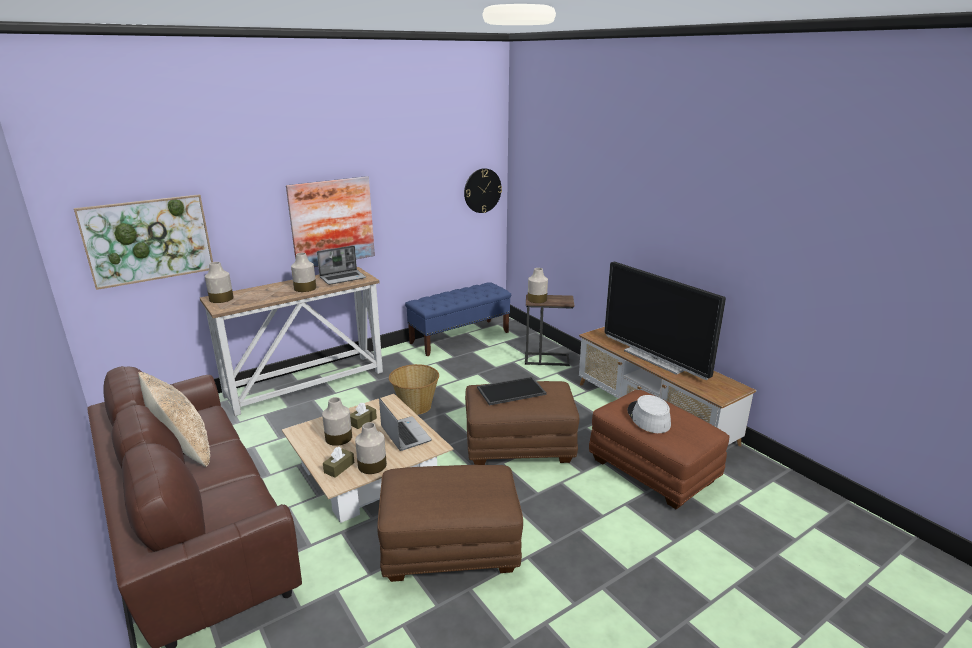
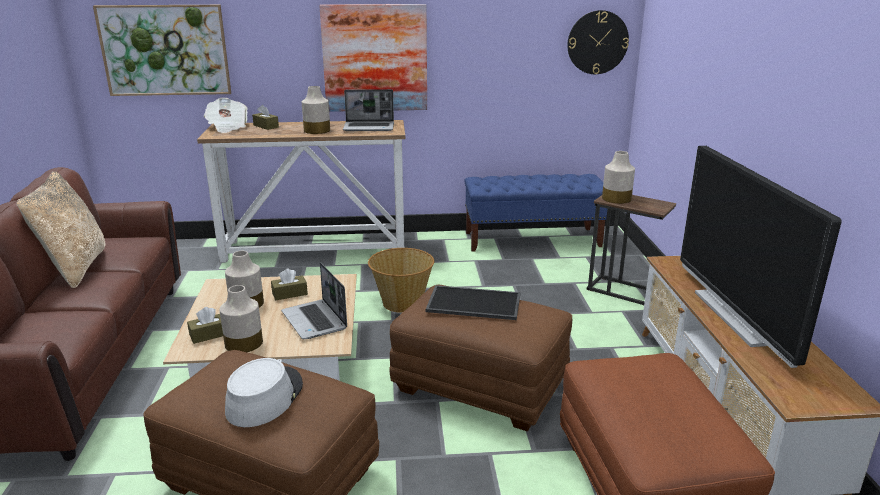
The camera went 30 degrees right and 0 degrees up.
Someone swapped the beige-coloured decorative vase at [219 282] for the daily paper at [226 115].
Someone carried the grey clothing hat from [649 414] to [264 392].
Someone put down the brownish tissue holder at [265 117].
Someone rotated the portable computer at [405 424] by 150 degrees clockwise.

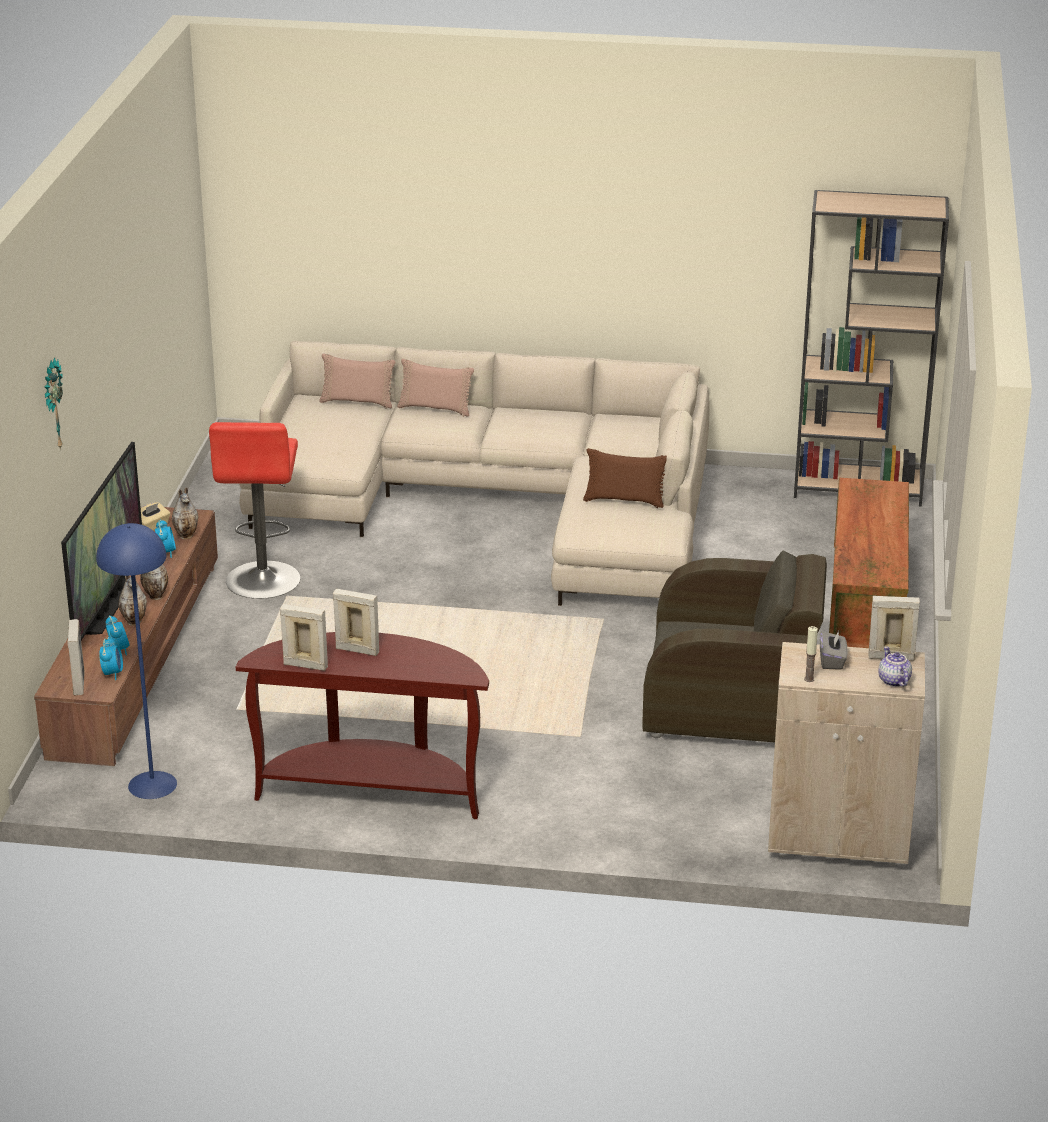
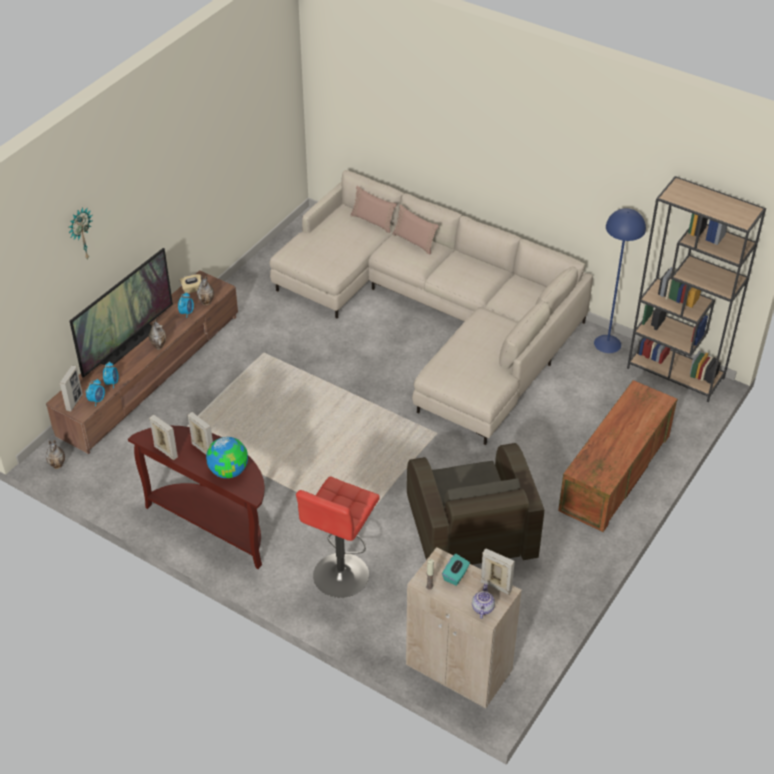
The camera went 25 degrees right and 15 degrees up.
Someone carried the decorative vase from [133 601] to [55 454].
Someone put down the world globe at [227 457].
Someone carried the red-coloured stool seat from [254 510] to [338 537].
Someone rotated the brownish lounge chair at [734 646] by 45 degrees clockwise.
Someone repainted the grey tissue holder at [833 650], which became the blue-green tissue holder at [456 570].
Someone carried the blue floor lamp from [136 661] to [620 280].
Someone took away the brownish cushion at [625 478].

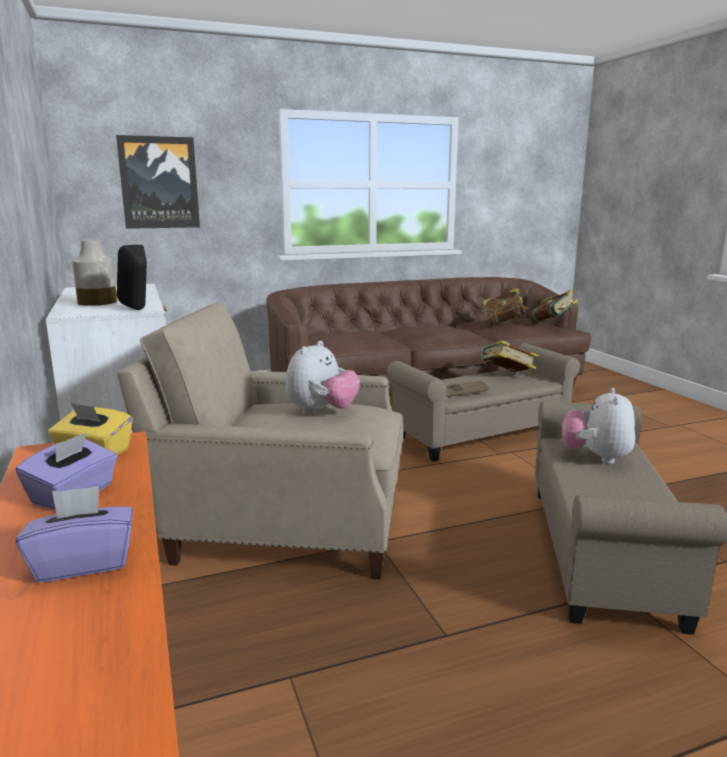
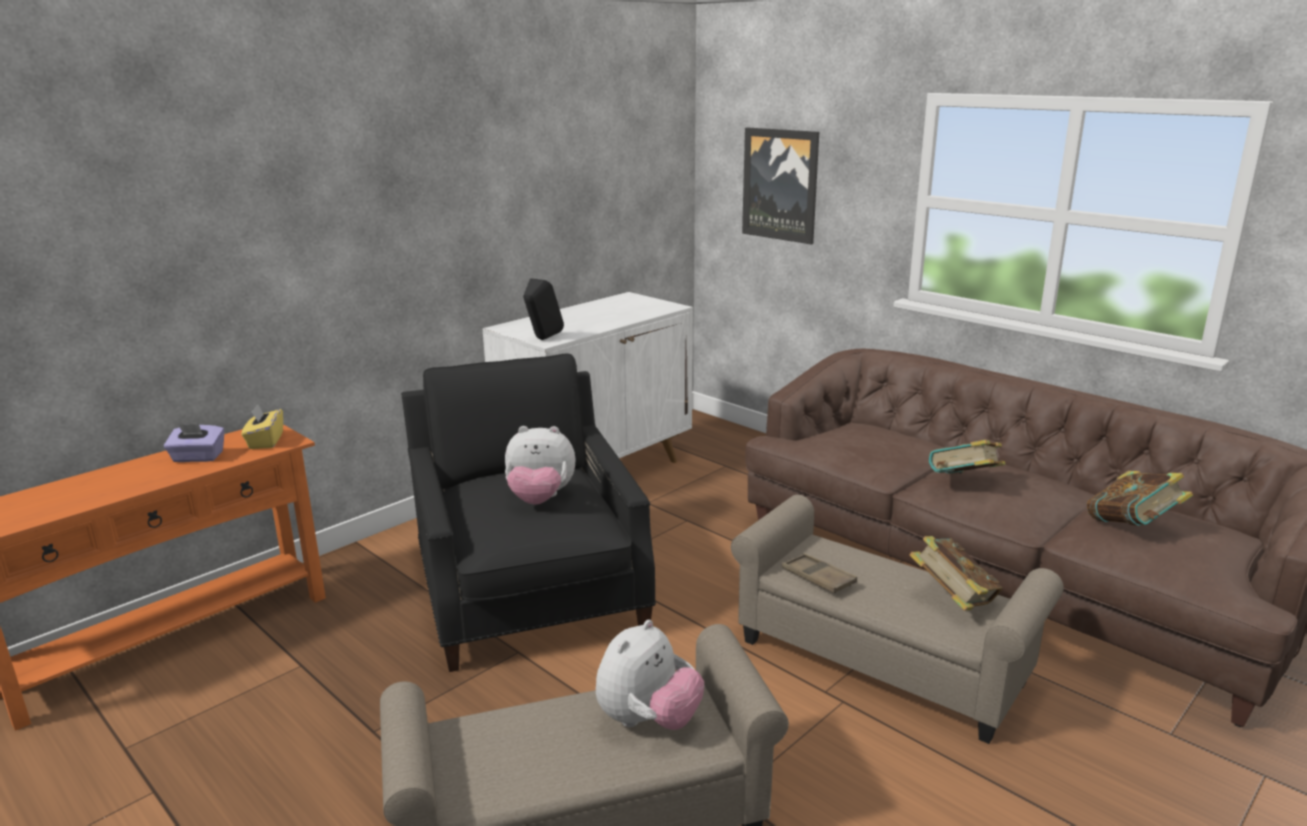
The camera went 65 degrees right and 5 degrees up.
Someone repainted the beige-coloured lounge chair at [260 441], which became the blackish lounge chair at [528 512].
Someone rotated the cuddly toy at [598 426] by 135 degrees clockwise.
Someone carried the bound book from [553 306] to [967 457].
Someone took away the purple-coloured tissue holder at [74 534].
Someone took away the beige-coloured decorative vase at [94 273].

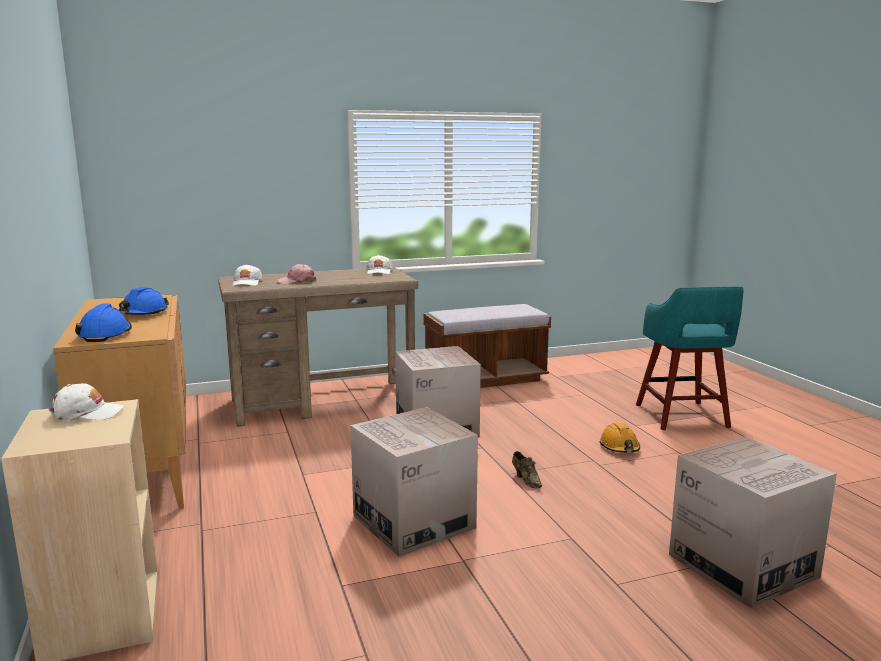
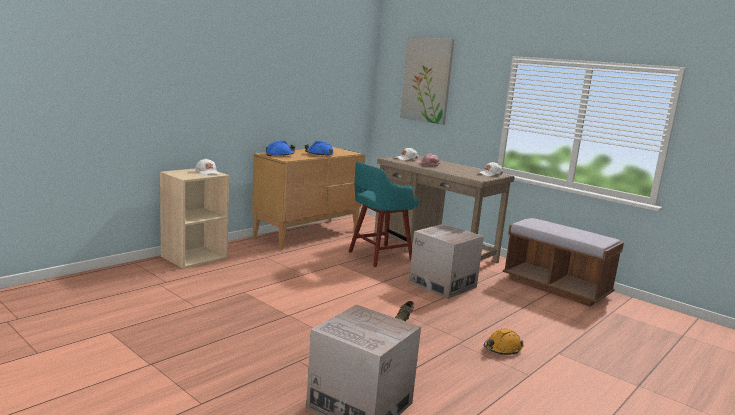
The camera went 60 degrees right and 0 degrees up.
Someone carried the blue-green stool seat from [690 358] to [383 214].
Someone put up the picture at [427 81].
Someone took away the carton at [414 482].

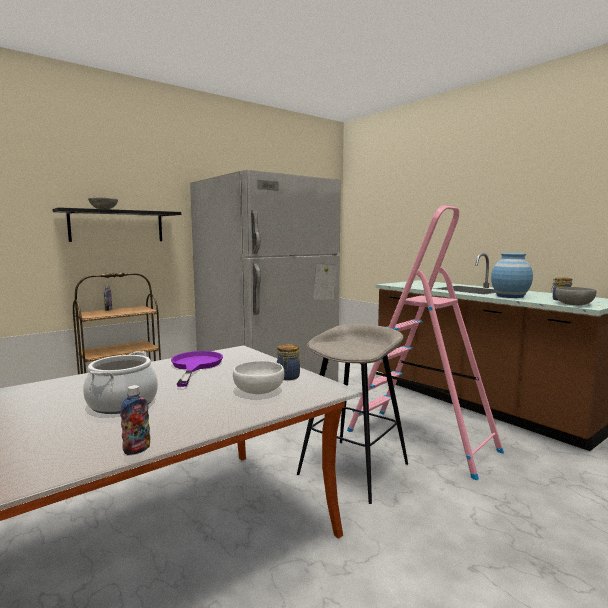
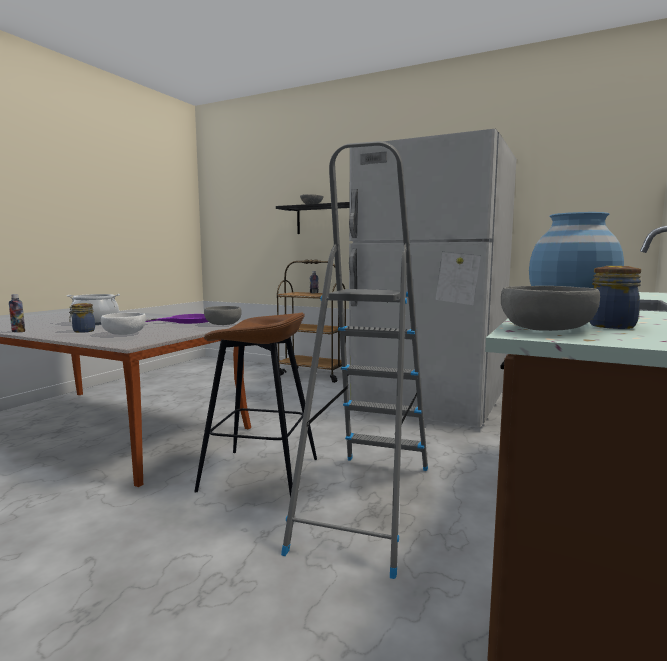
The camera went 65 degrees right and 0 degrees up.
Someone carried the storage jar from [288 362] to [82 318].
Someone repainted the grey stool seat at [352 414], which became the brownish stool seat at [255 404].
Someone put down the grey serving bowl at [223 315].
Someone repainted the pinkish stepladder at [425 343], which became the grey stepladder at [354 360].

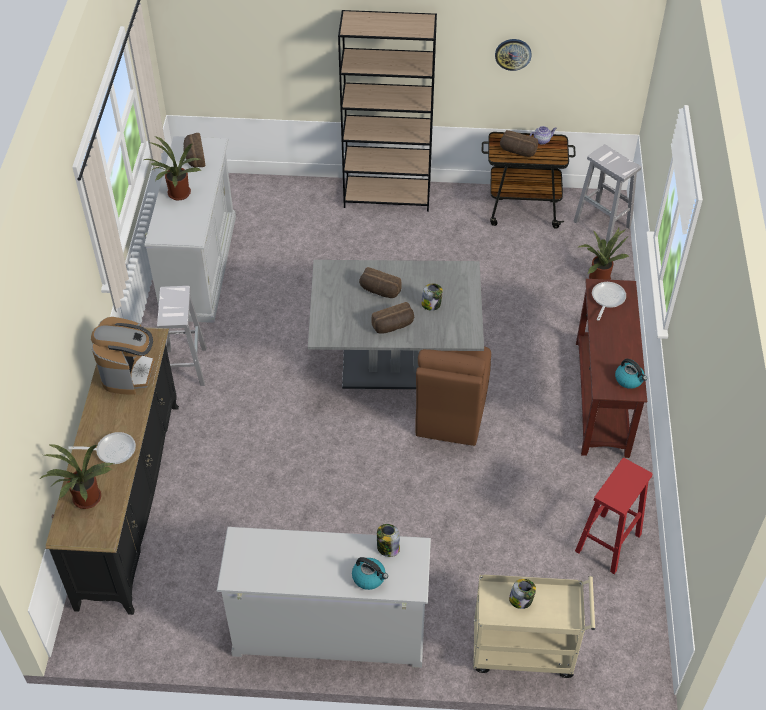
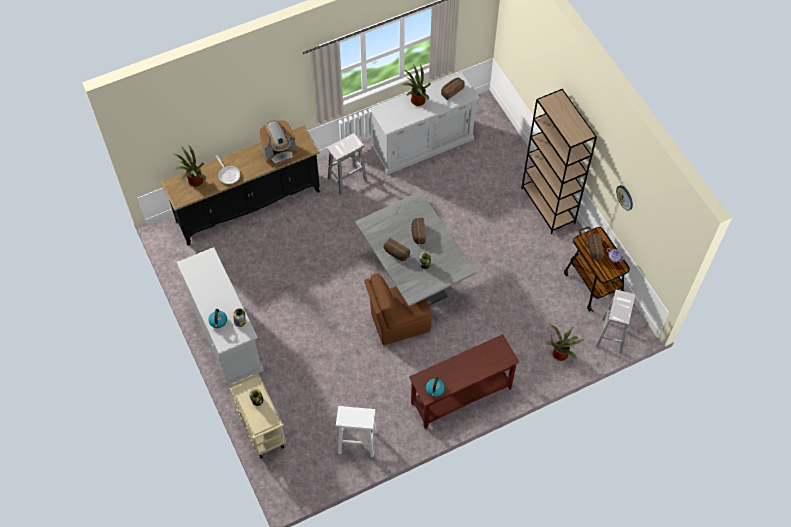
The camera went 60 degrees right and 10 degrees up.
Someone repainted the red-coloured stool seat at [614 516], which became the white-coloured stool seat at [356 431].
Someone took away the pan at [609 301].

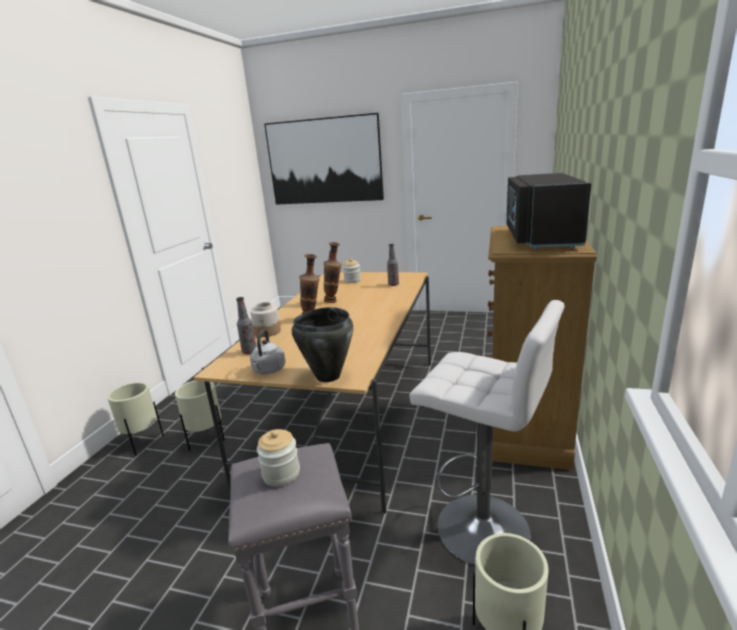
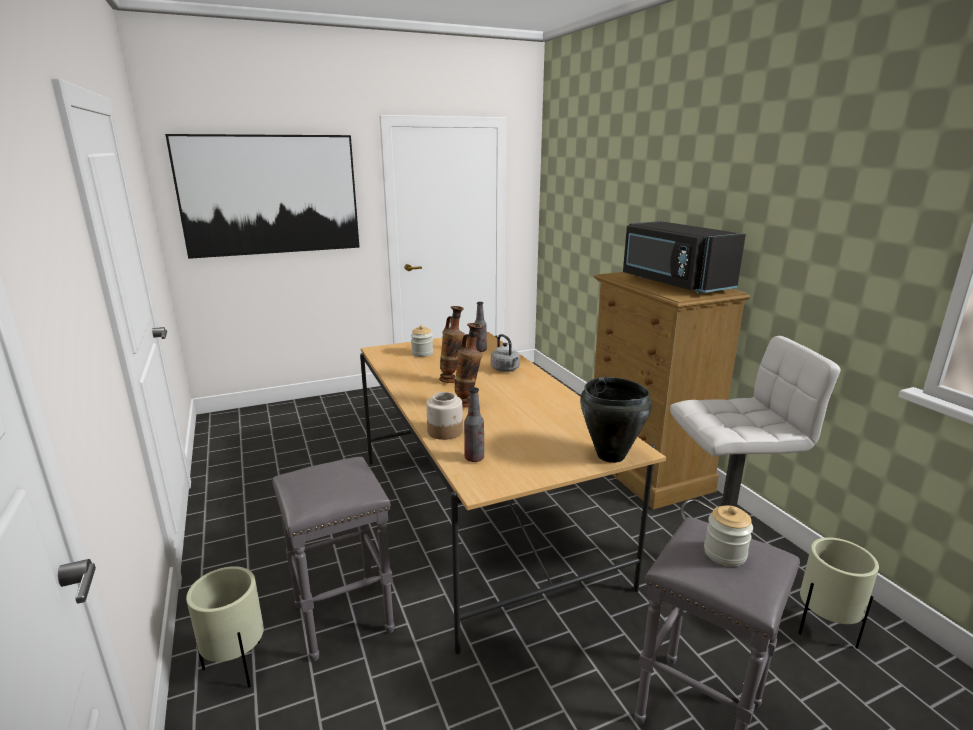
The camera went 40 degrees left and 0 degrees up.
Someone swapped the beige-coloured plant pot at [200 416] for the grey stool seat at [333 559].
Someone carried the grey water kettle from [268 351] to [505 353].

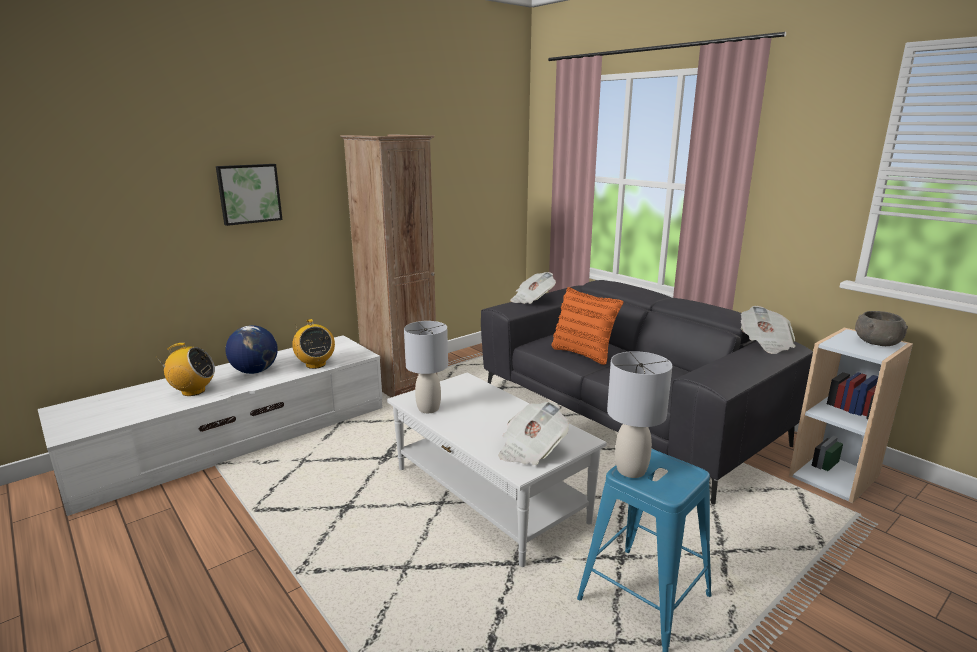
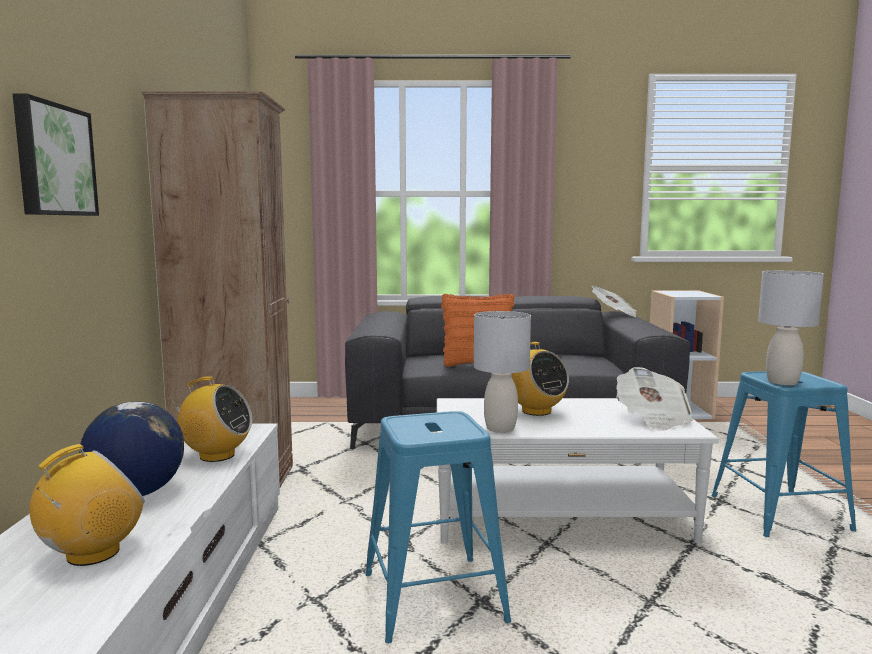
The camera went 50 degrees left and 10 degrees down.
Someone put down the blue stool seat at [438 527].
Someone put down the radio set at [540 379].
Someone took away the daily paper at [533 288].
Someone took away the grey serving bowl at [881 328].

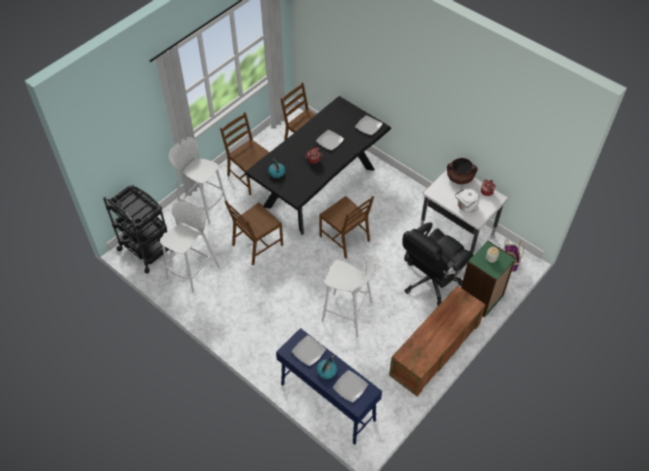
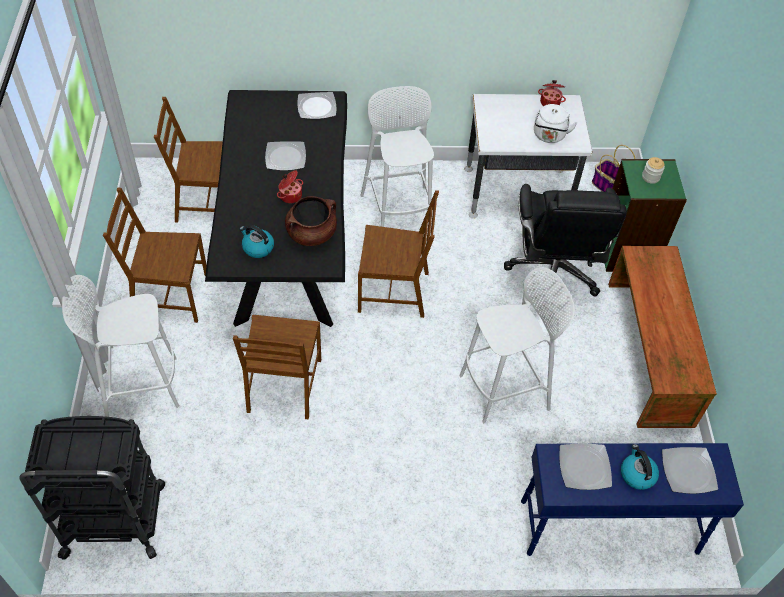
The camera went 45 degrees left and 0 degrees up.
Someone carried the brownish cooking pot from [462 171] to [311 221].
Someone carried the white-coloured stool seat from [190 247] to [397 159].

